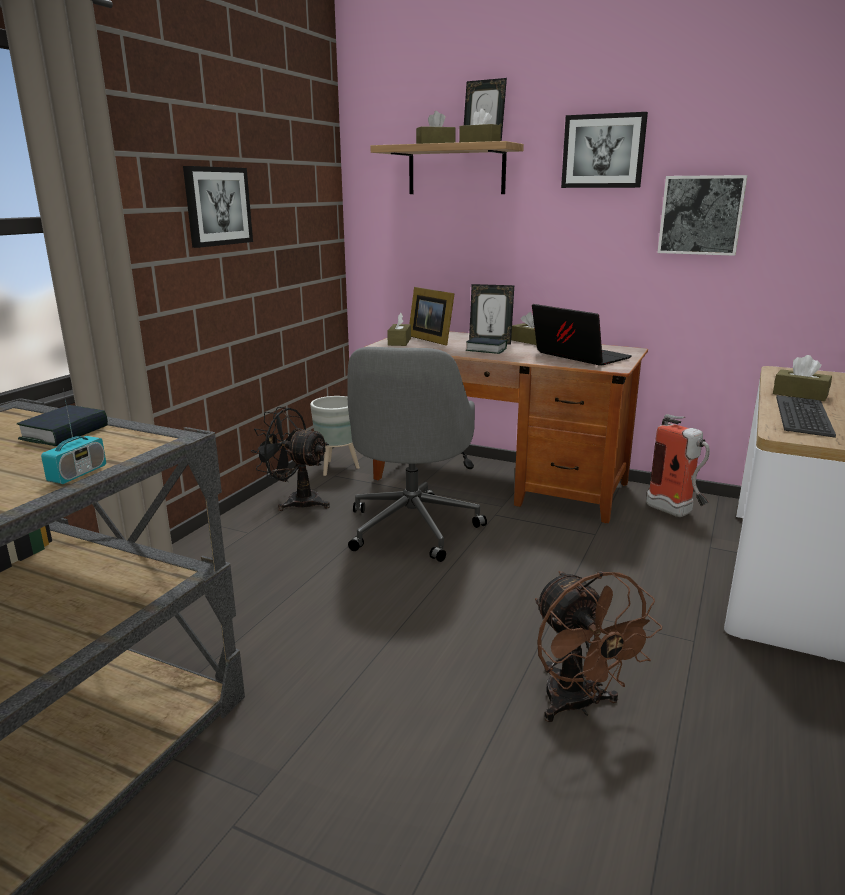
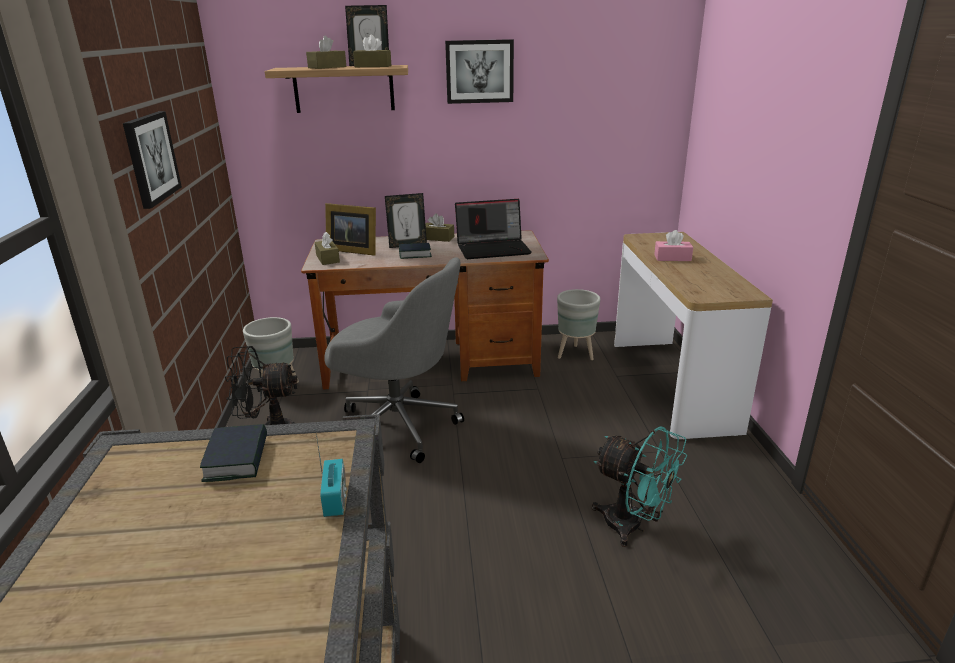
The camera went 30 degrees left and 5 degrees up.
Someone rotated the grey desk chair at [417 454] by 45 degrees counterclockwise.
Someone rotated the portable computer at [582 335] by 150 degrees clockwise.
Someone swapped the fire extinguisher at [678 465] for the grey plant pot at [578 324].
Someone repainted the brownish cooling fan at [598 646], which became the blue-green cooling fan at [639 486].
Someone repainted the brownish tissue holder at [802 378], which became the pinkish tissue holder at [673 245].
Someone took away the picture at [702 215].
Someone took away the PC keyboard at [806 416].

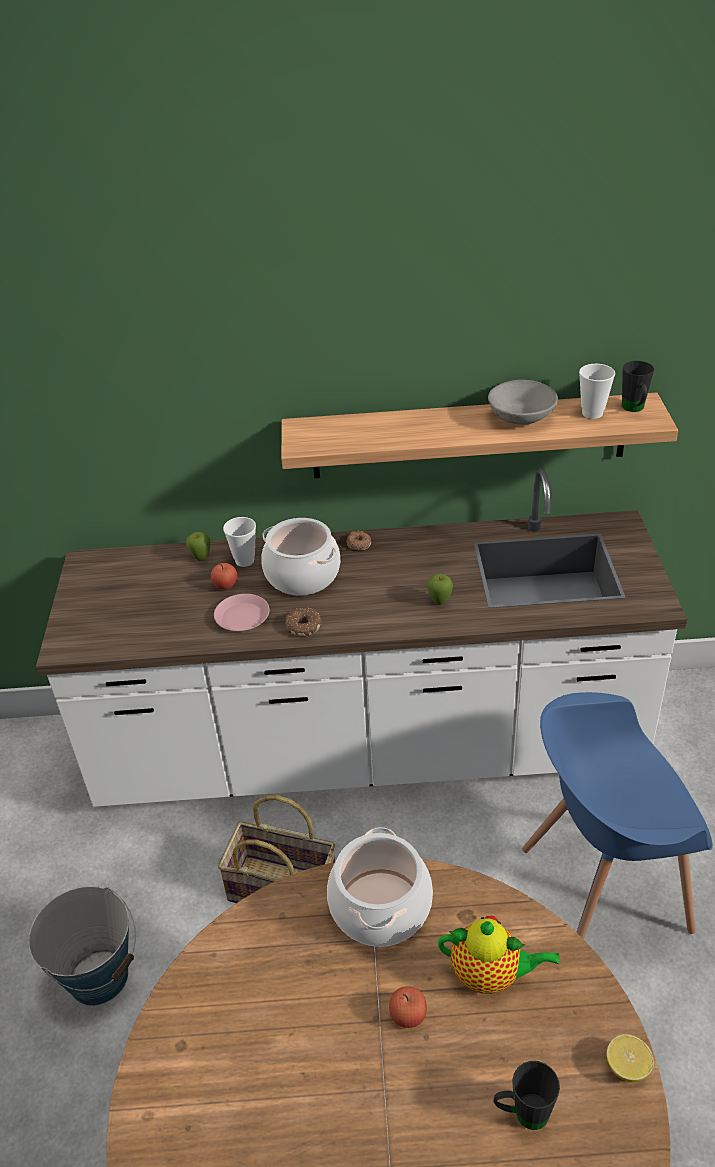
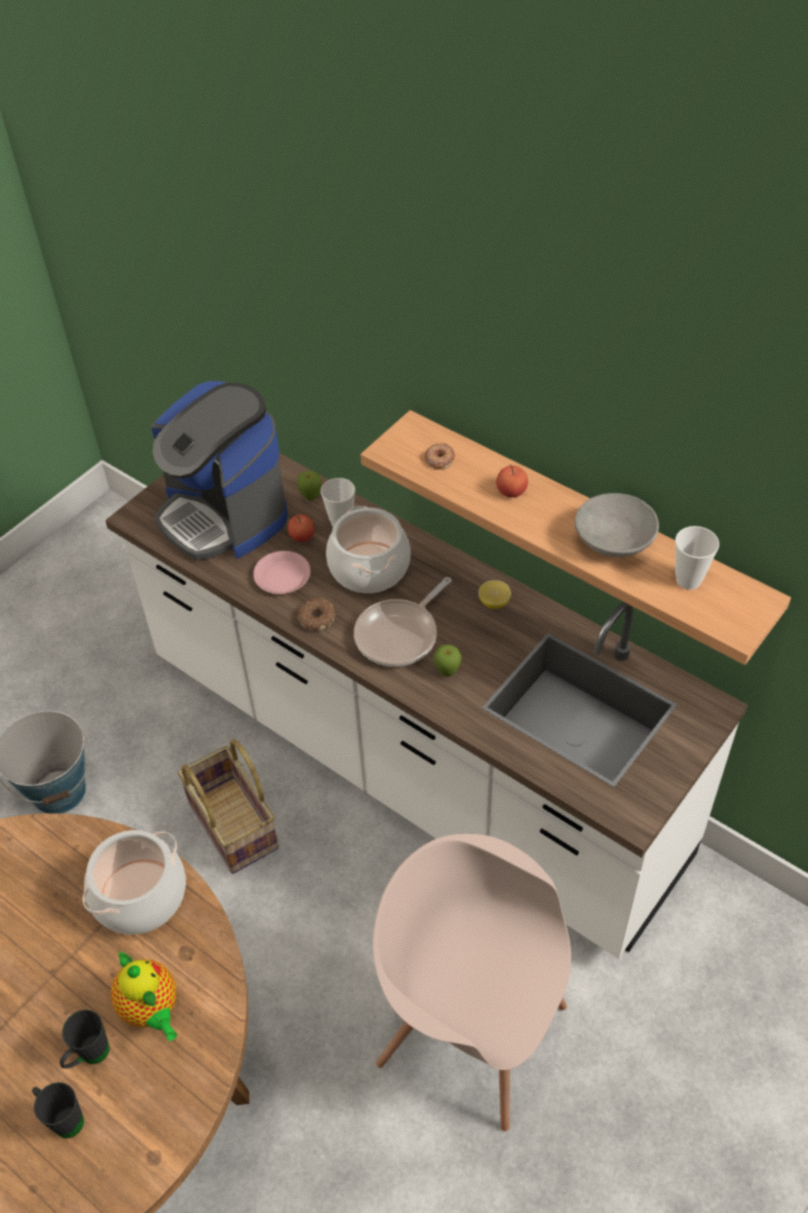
The camera went 40 degrees right and 10 degrees up.
Someone carried the blackish mug from [638 386] to [84 1038].
Someone put down the coffee maker at [219 470].
Someone put down the pan at [403 622].
Someone repainted the blue chair at [617 816], which became the beige-coloured chair at [472 982].
Someone carried the donut from [358 540] to [440 456].
Someone carried the citrus fruit from [630 1058] to [494 594].
Someone carried the whole apple from [408 1007] to [512 481].

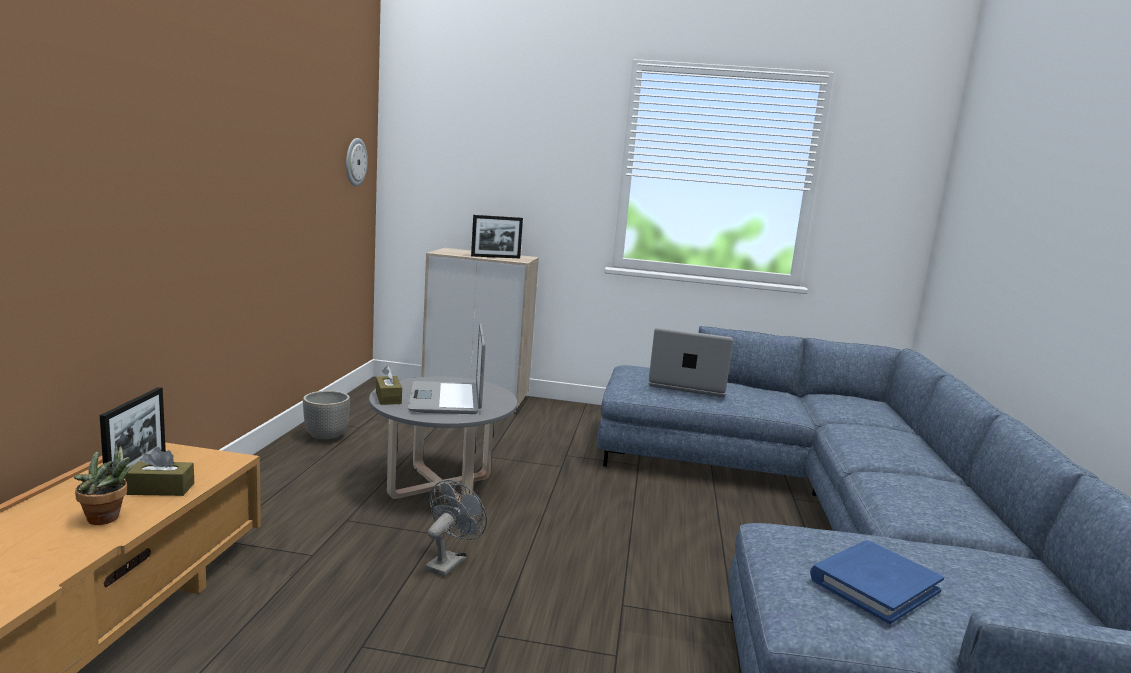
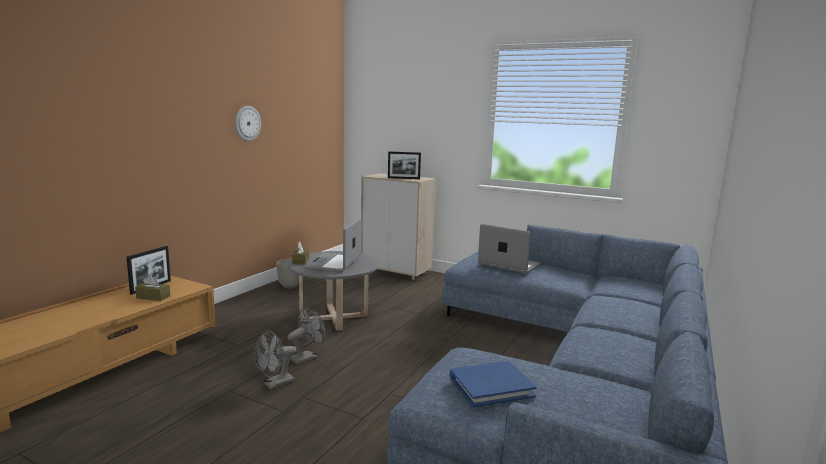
The camera went 20 degrees right and 0 degrees up.
Someone carried the hanging clock from [357 162] to [248 123].
Someone put down the grey cooling fan at [275 359].
Someone took away the plant in a pot at [103 484].

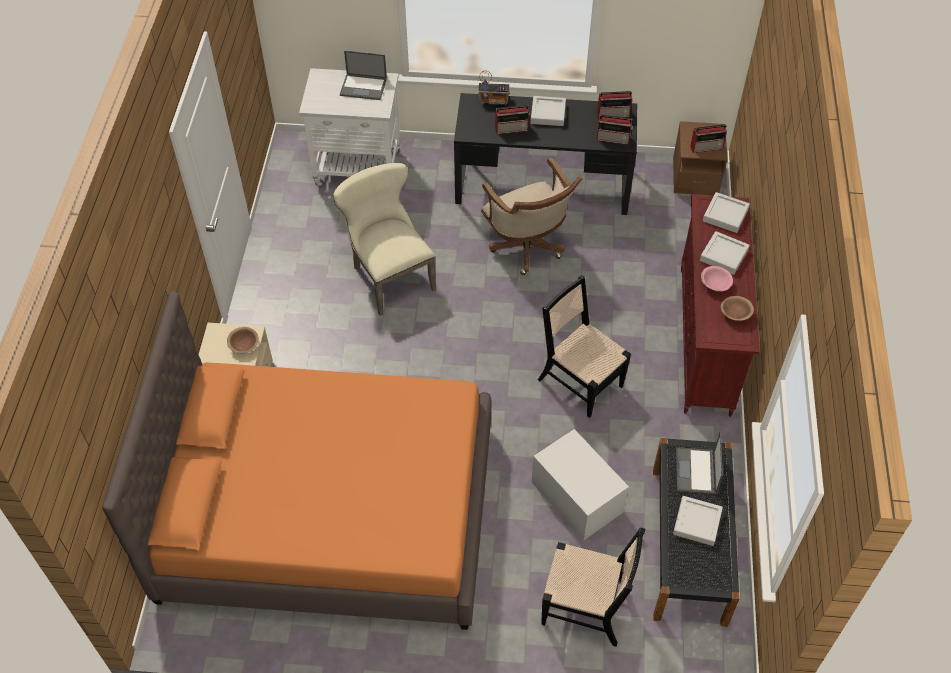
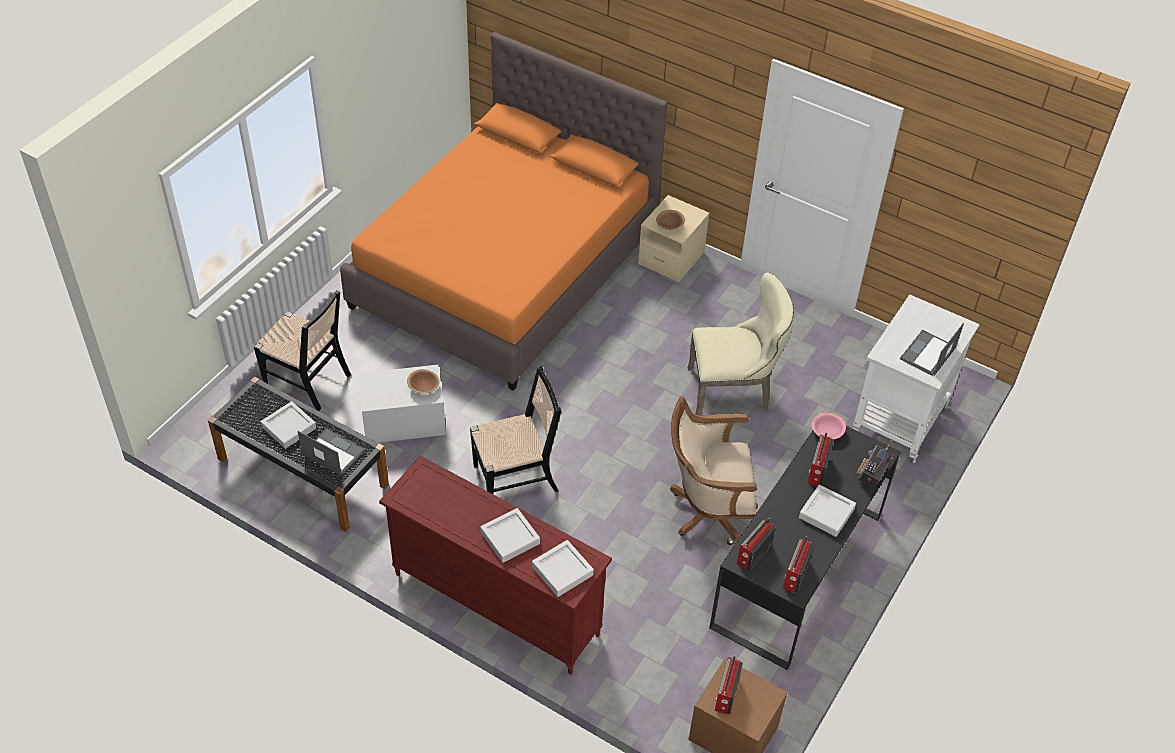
The camera went 115 degrees right and 5 degrees down.
Someone rotated the chair at [593 587] by 105 degrees counterclockwise.
Someone carried the brownish serving bowl from [737 308] to [423 381].
Someone carried the pinkish serving bowl from [717 278] to [828 425].

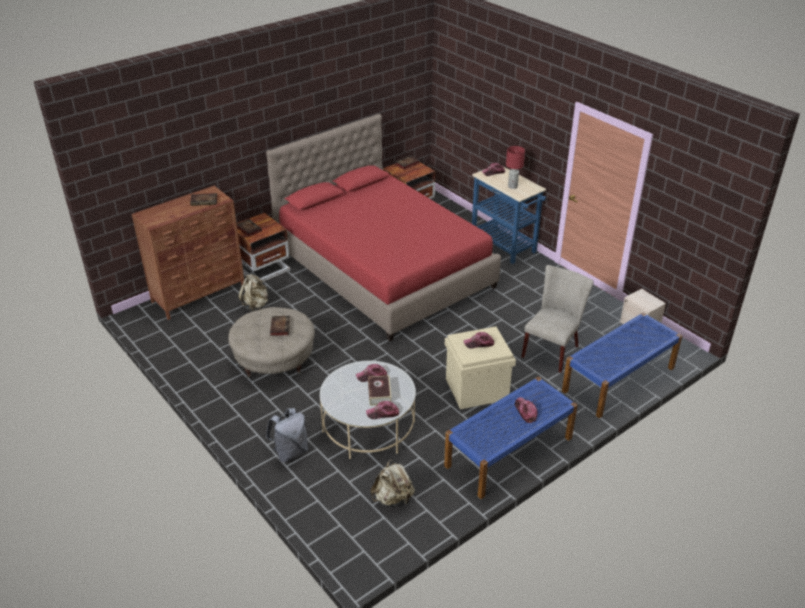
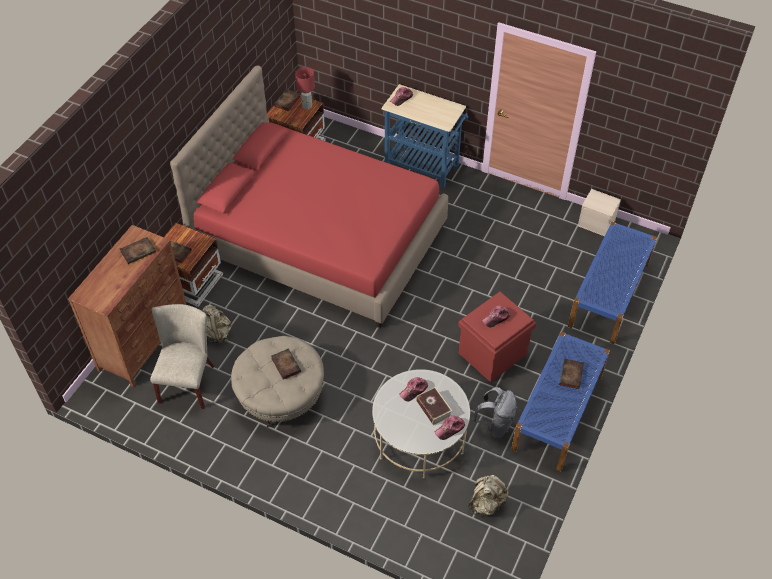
The camera went 25 degrees left and 15 degrees up.
Someone carried the beige-coloured chair from [557 319] to [182 356].
Someone carried the red-coloured table lamp from [515 167] to [305 88].
Someone repainted the beige-coloured storage container at [480 368], which became the red-coloured storage container at [497 337].
Someone carried the grey backpack from [287 435] to [495 412].
Someone swapped the peaked cap at [526 410] for the bound book at [571 374].

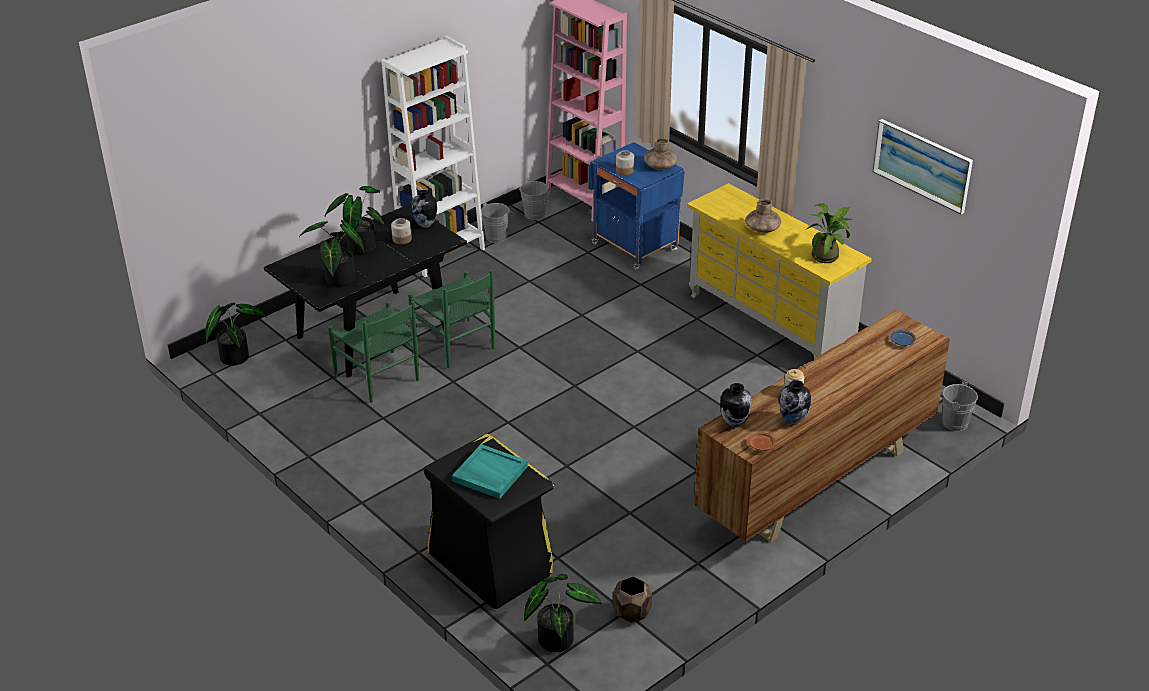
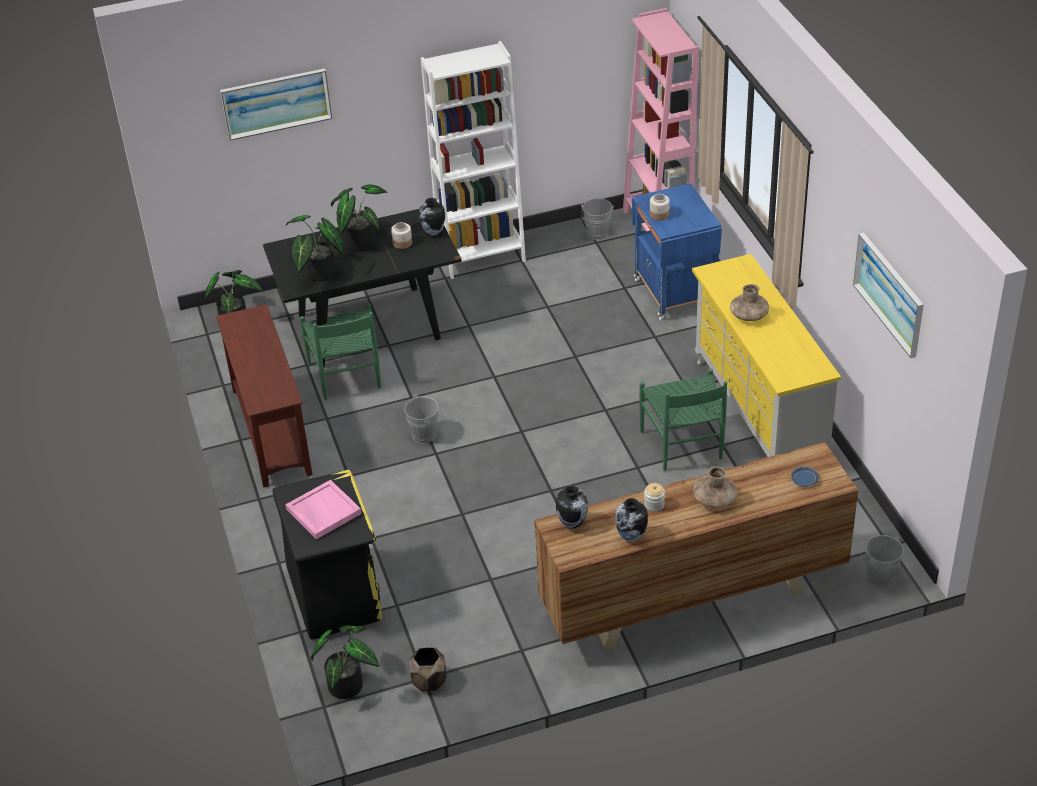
The camera went 25 degrees right and 5 degrees up.
Someone put down the brownish narrow table at [264 396].
Someone put up the picture at [276 104].
Someone repainted the blue-green serving tray at [490 471], which became the pinkish serving tray at [324 509].
Someone carried the grey bucket from [498 222] to [425 419].
Someone carried the green chair from [451 319] to [683 419].
Someone carried the brownish decorative vase from [660 153] to [715 487].
Someone took away the brownish plate at [761 441].
Someone took away the plant in a pot at [830 233].

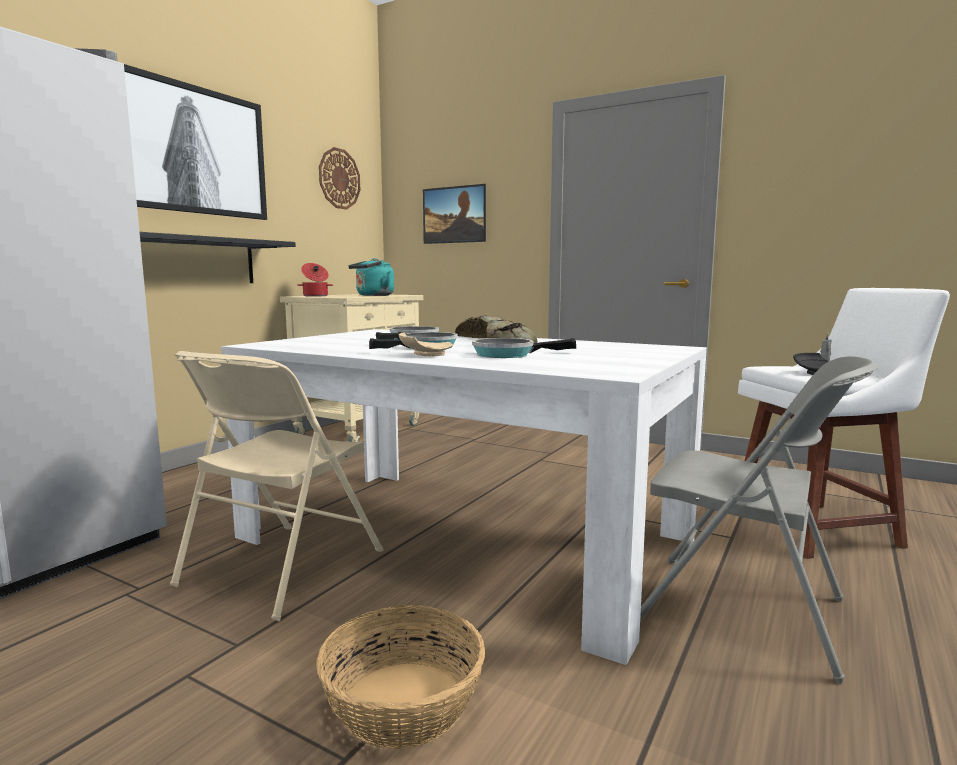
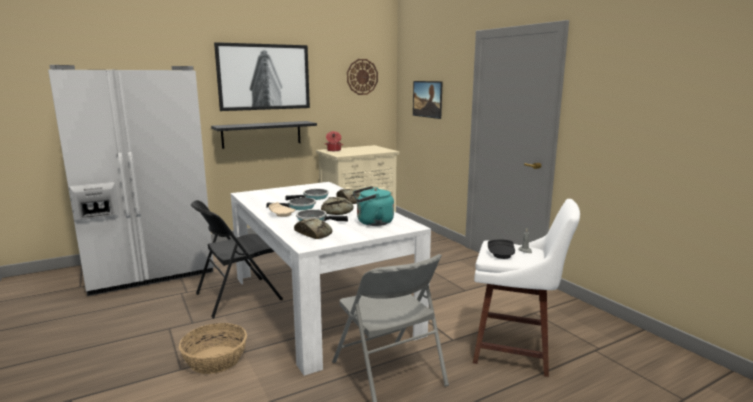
The camera went 30 degrees right and 5 degrees up.
Someone repainted the beige-coloured chair at [276 486], which became the blackish chair at [237 259].
Someone put down the bakery bread at [313 229].
Someone carried the blue-green water kettle from [371 277] to [373 206].

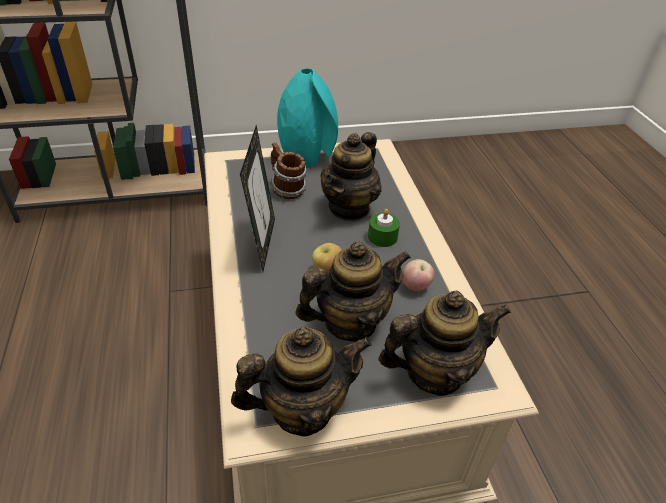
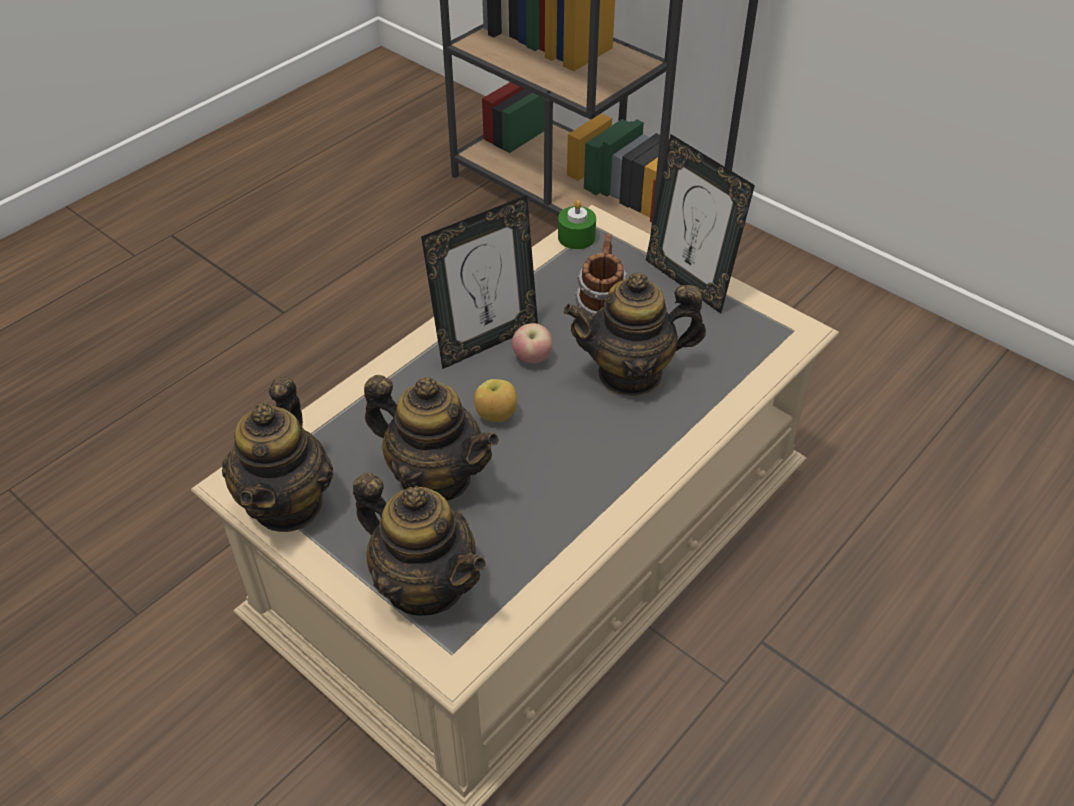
The camera went 55 degrees right and 5 degrees up.
Someone rotated the pot for tea at [301 381] by 60 degrees clockwise.
Someone carried the whole apple from [418 275] to [532 343].
Someone carried the green candle from [384 228] to [577 224].
Someone swapped the blue-green decorative vase at [307 118] for the photo frame at [700 223].

